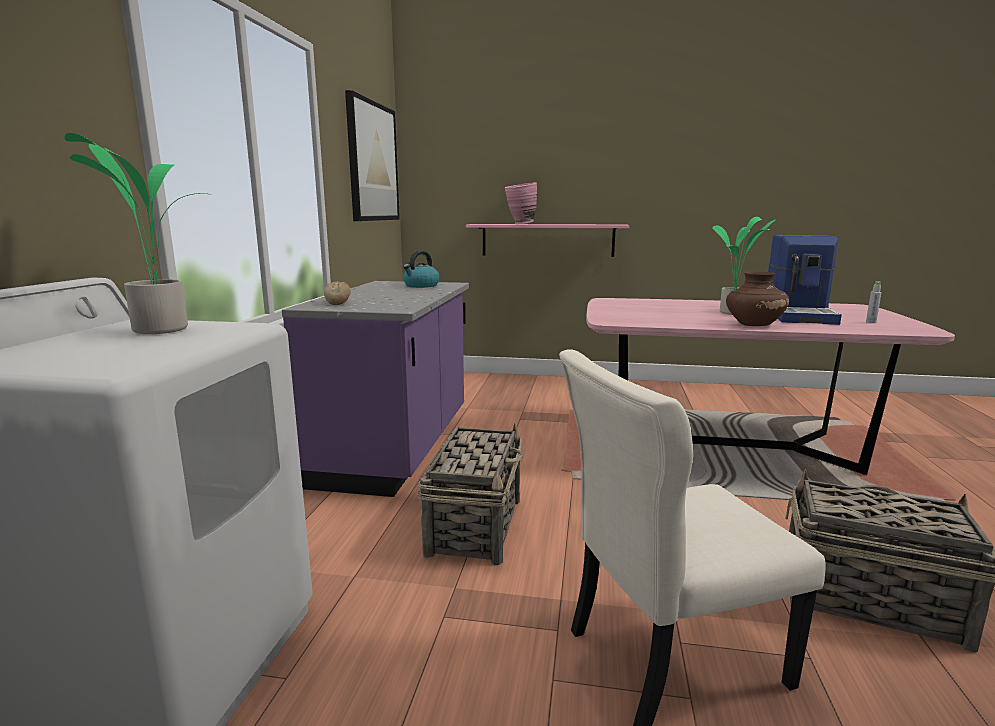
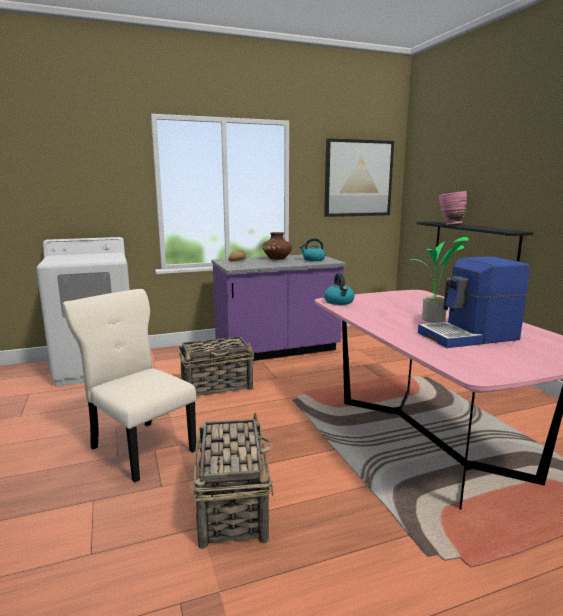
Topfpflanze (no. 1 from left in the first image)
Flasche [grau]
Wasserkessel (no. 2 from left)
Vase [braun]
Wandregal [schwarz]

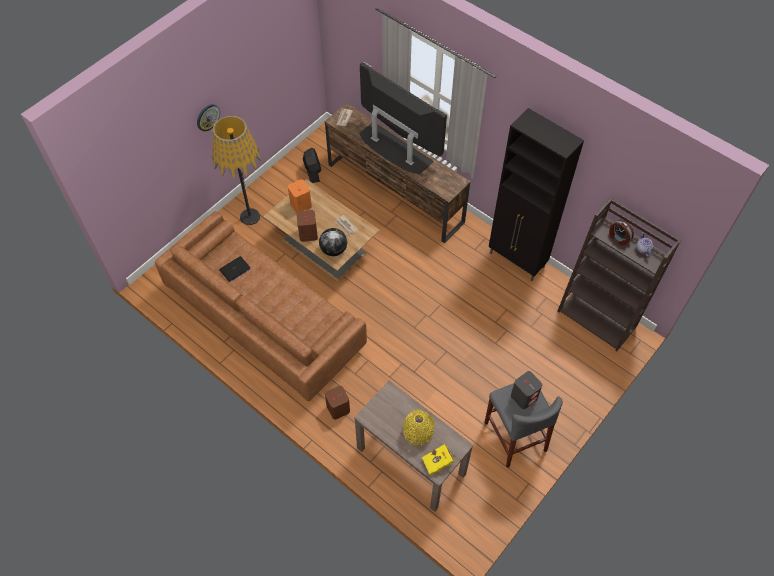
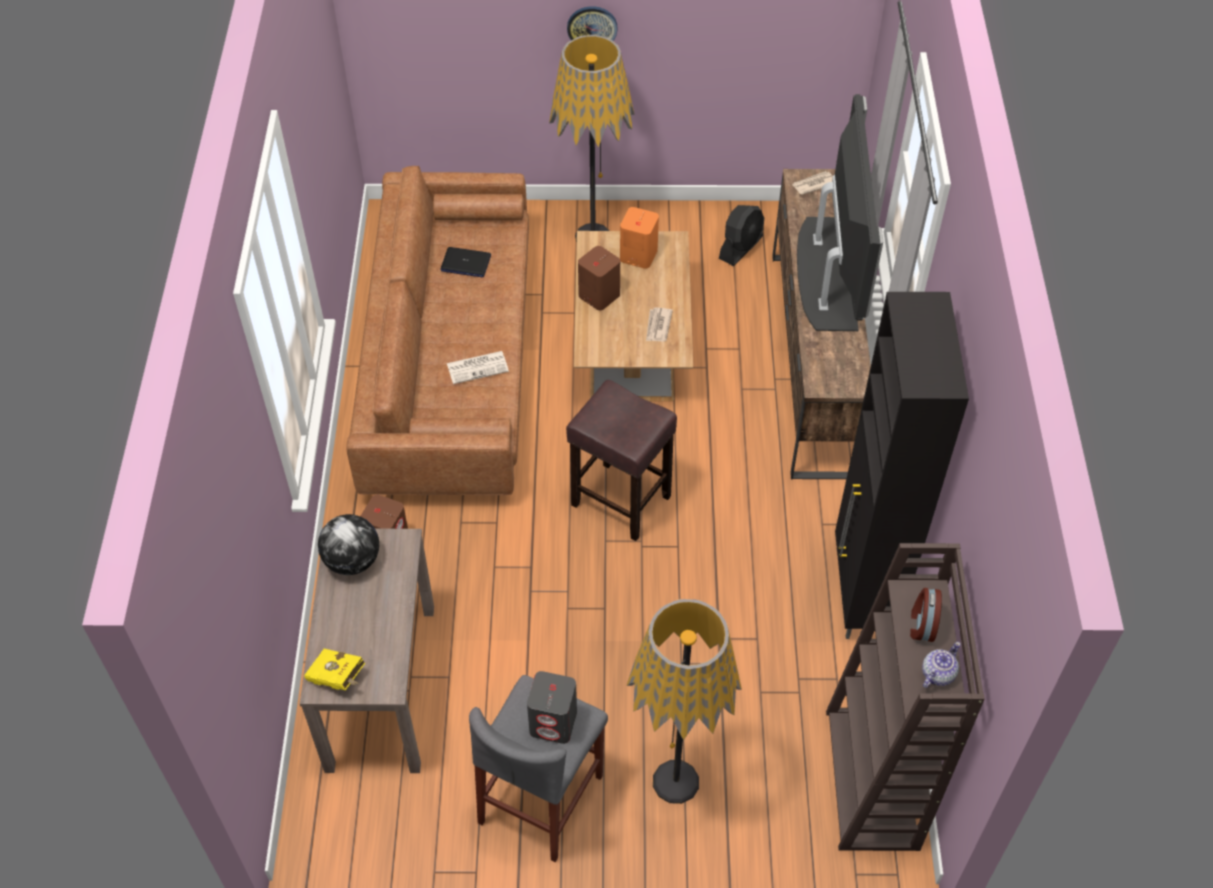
Vase [gelb]
Zeitung (no. 1 from left)
Hocker [braun]
Stehlampe (no. 2 from left)
Globus

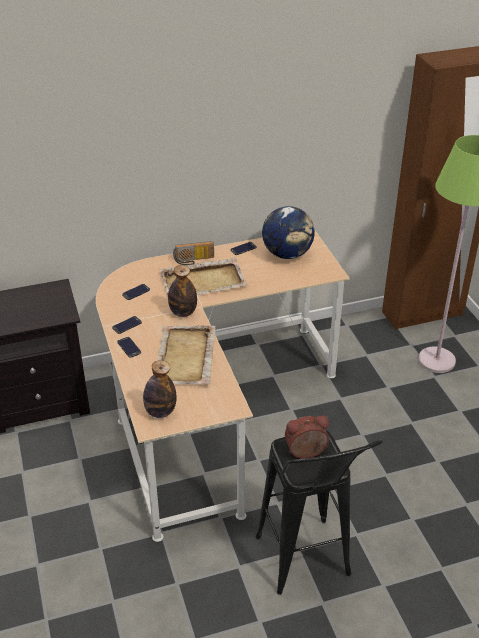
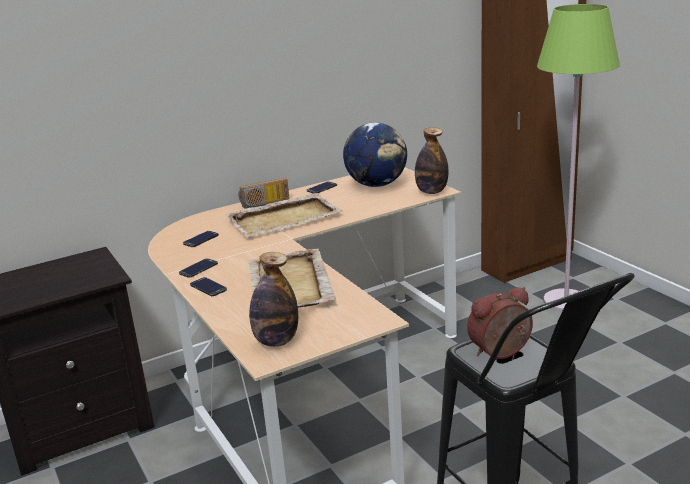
Flasche (no. 2 from left)

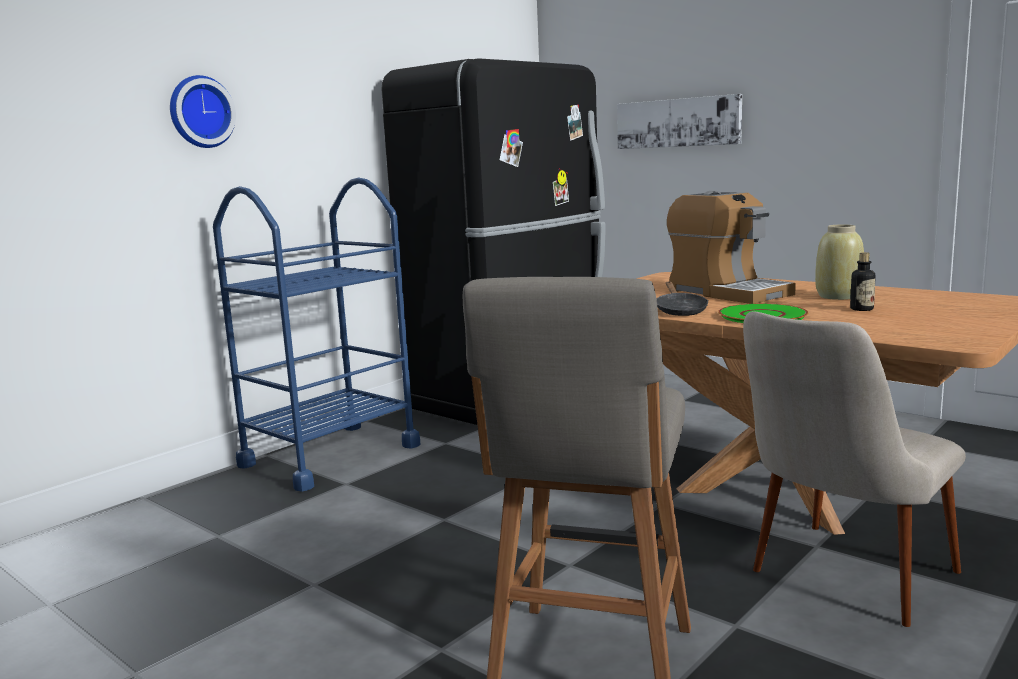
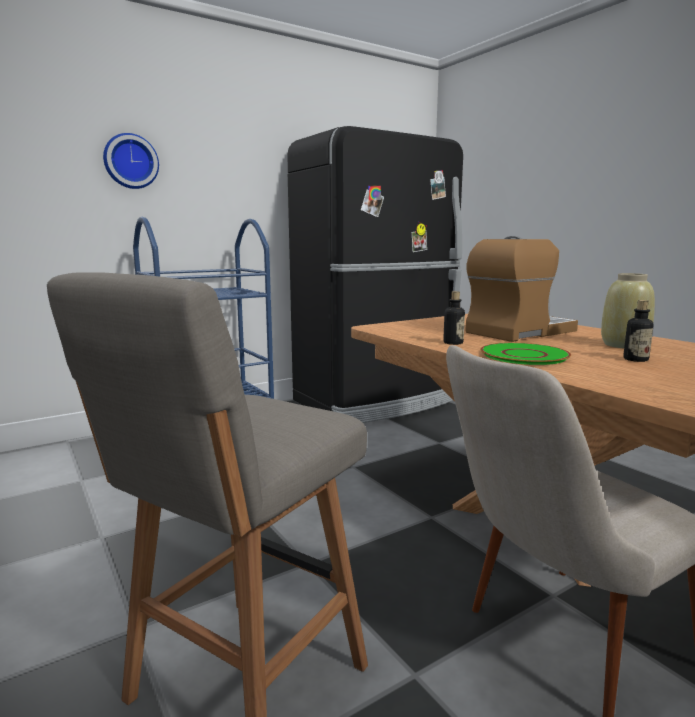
Bild
Flasche (no. 1 from left)
Kaffeemaschine

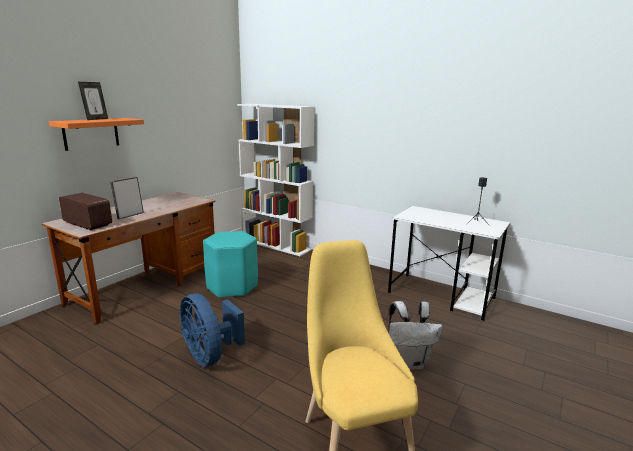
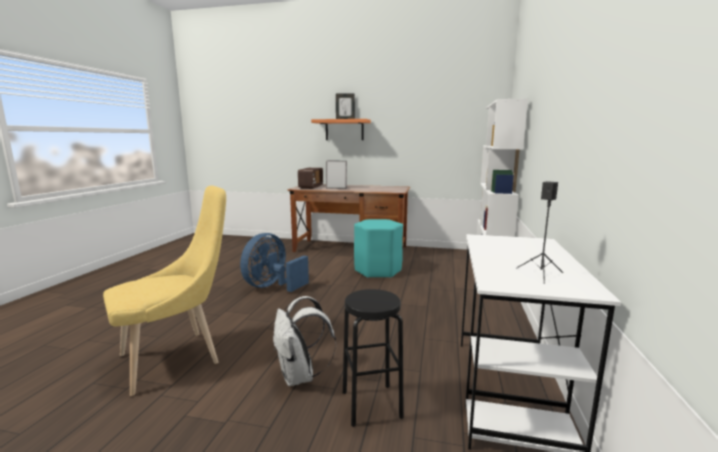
Hocker [schwarz]

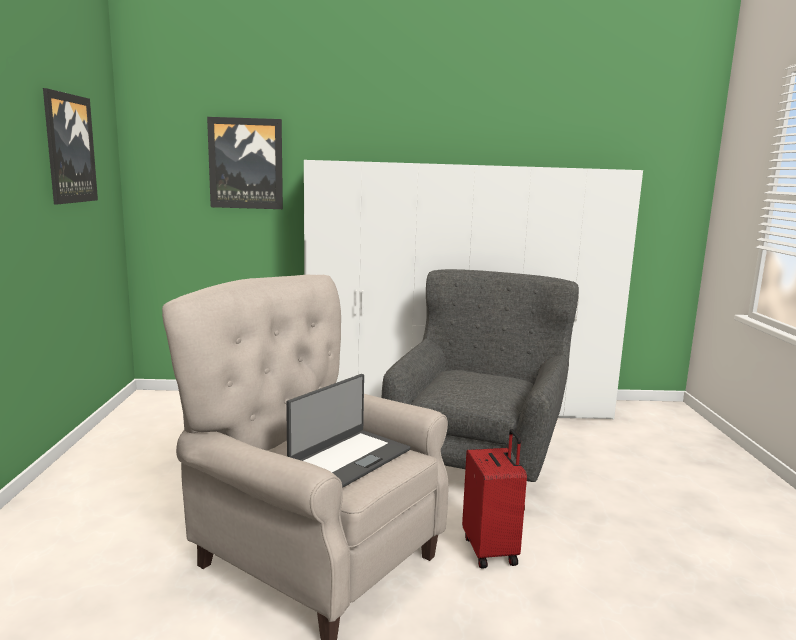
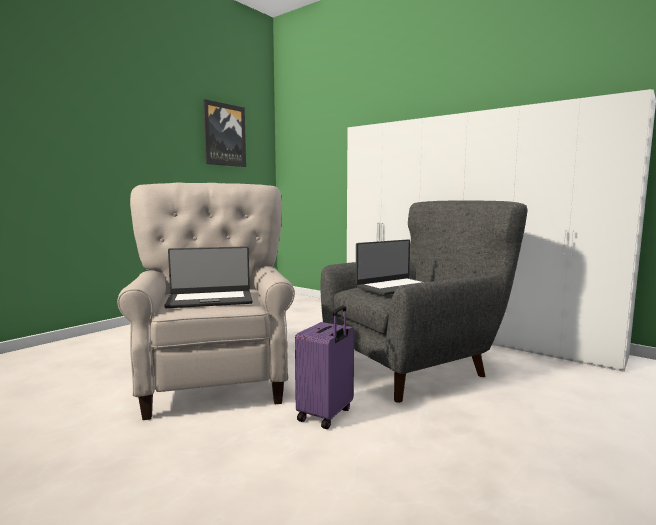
Bild (no. 2 from left in the first image)
Laptop (no. 2 from left)
Koffer [lila]

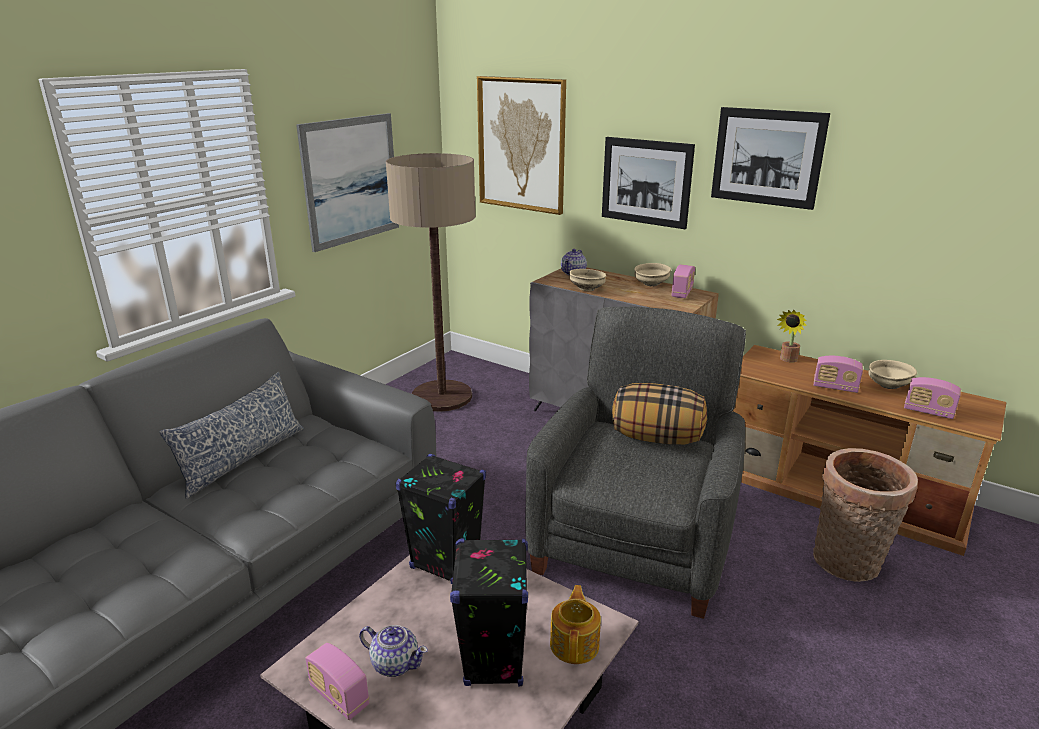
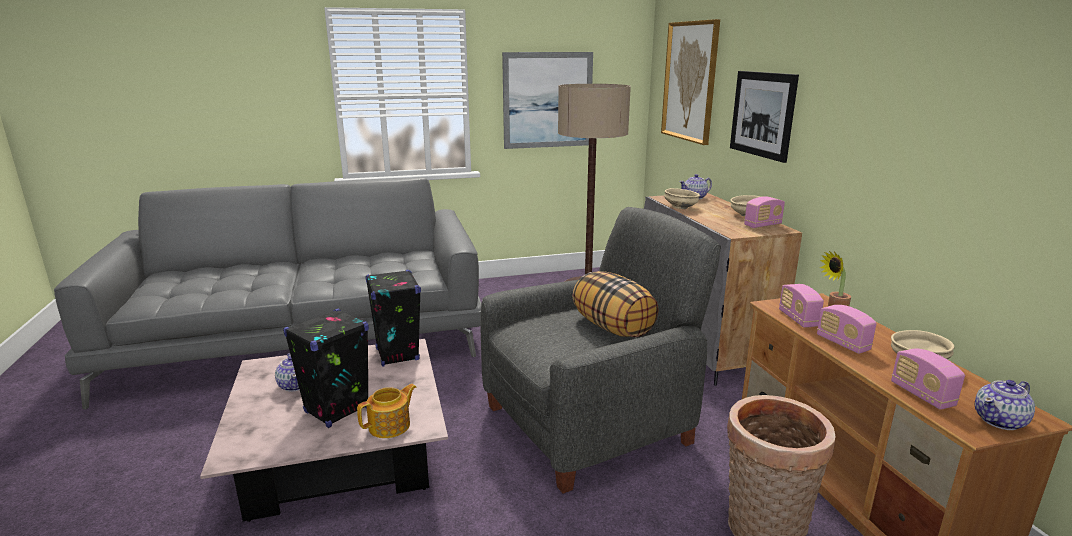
Kissen (no. 1 from left in the first image)
Bild (no. 4 from left in the first image)
Teekanne (no. 4 from left)
Radio (no. 2 from left)

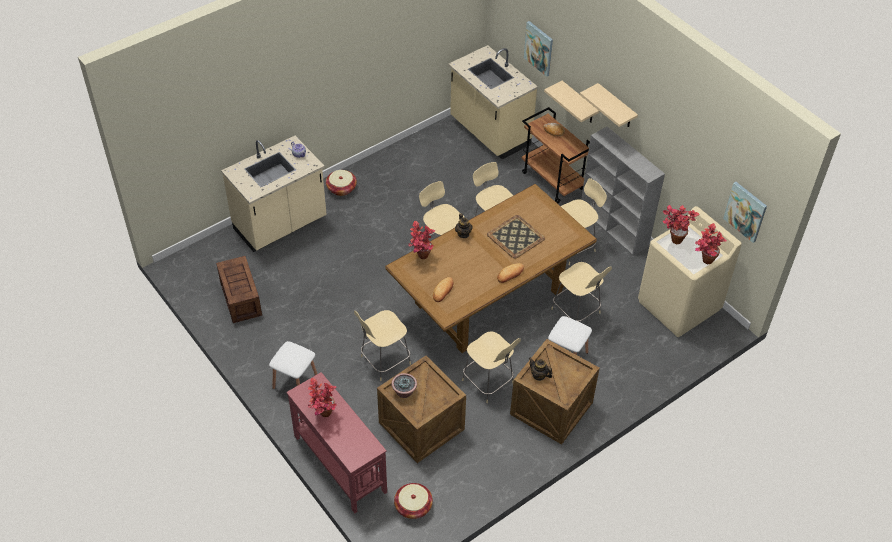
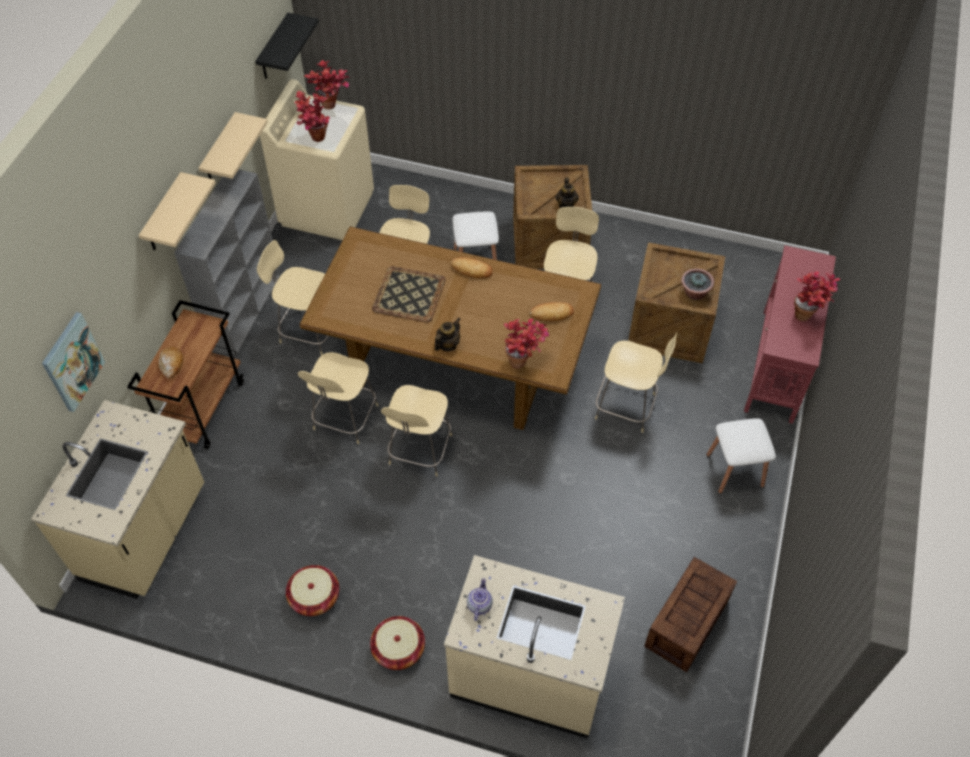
Korb (no. 1 from left)
Wandregal [beige] (no. 2 from left)
Wandregal [schwarz]

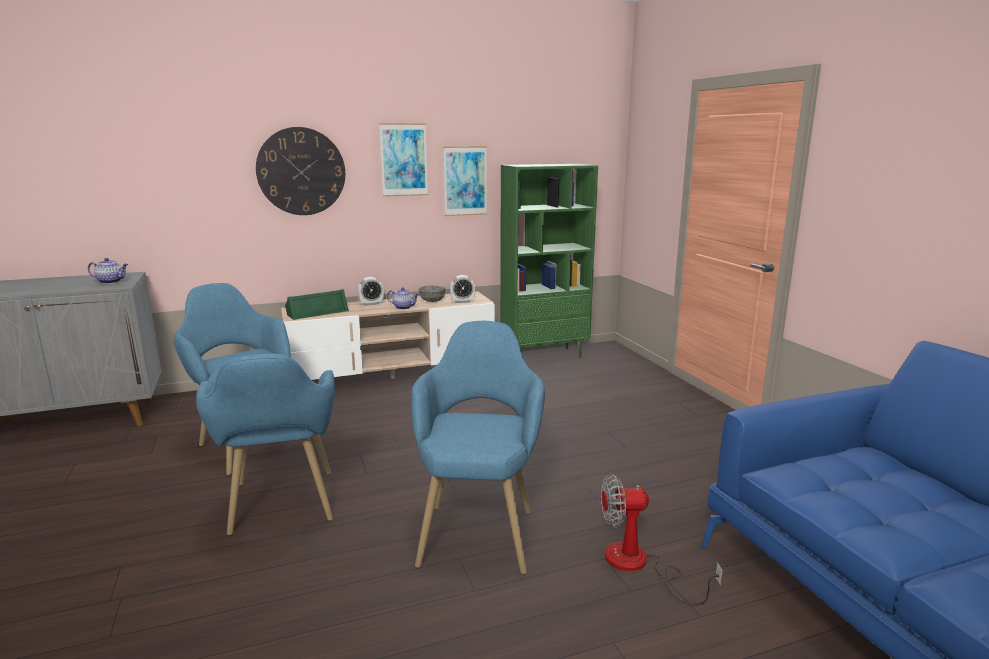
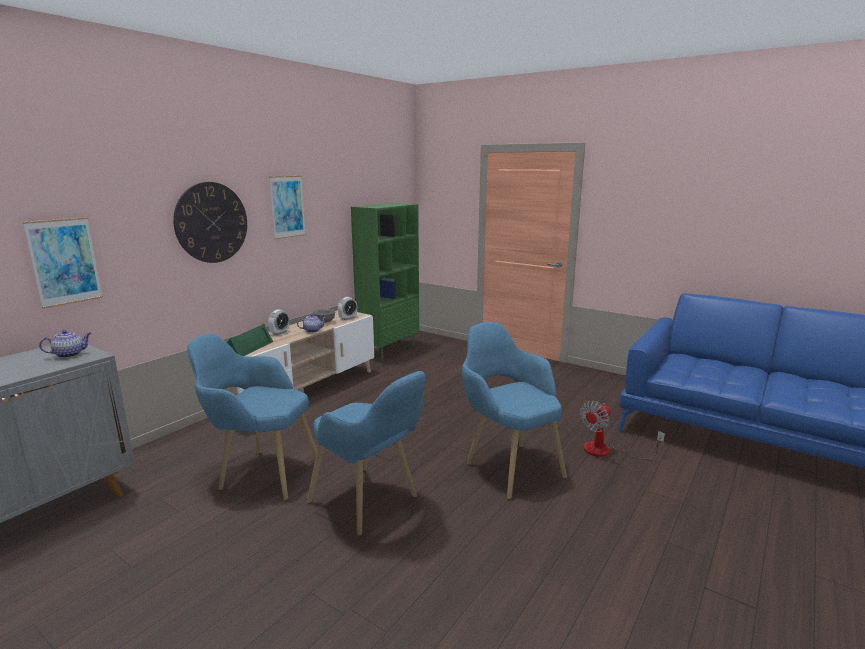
Bild (no. 1 from left)

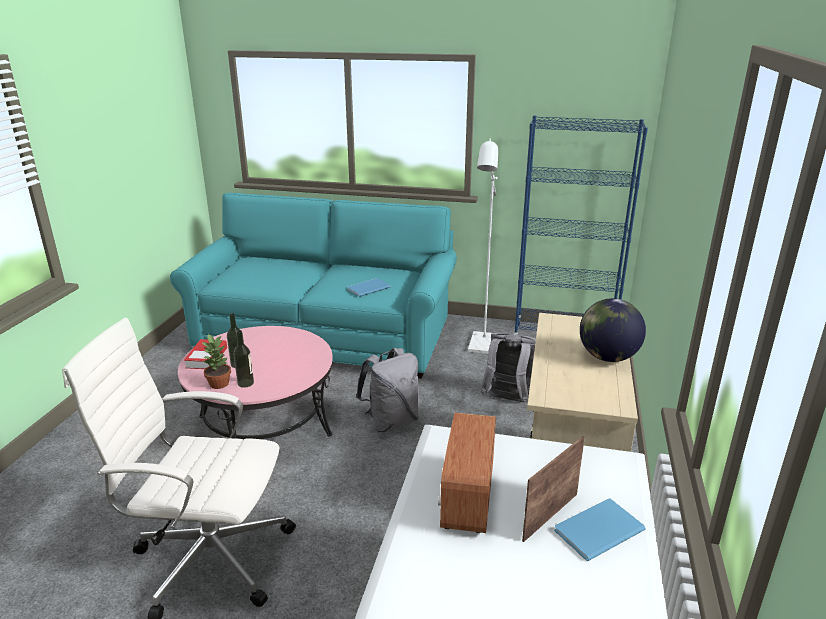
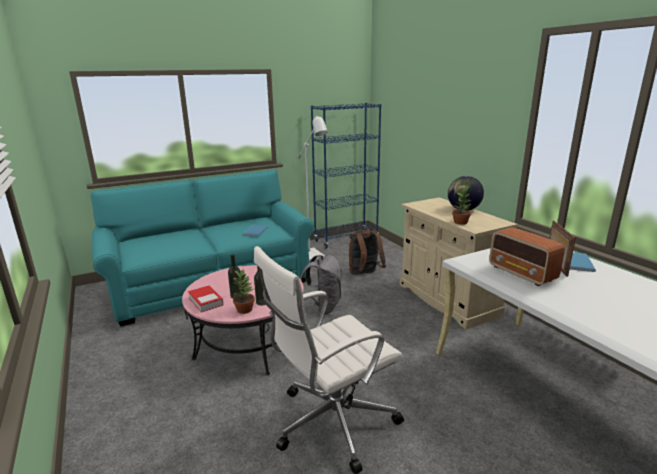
Topfpflanze (no. 2 from left)
Rucksack [braun]

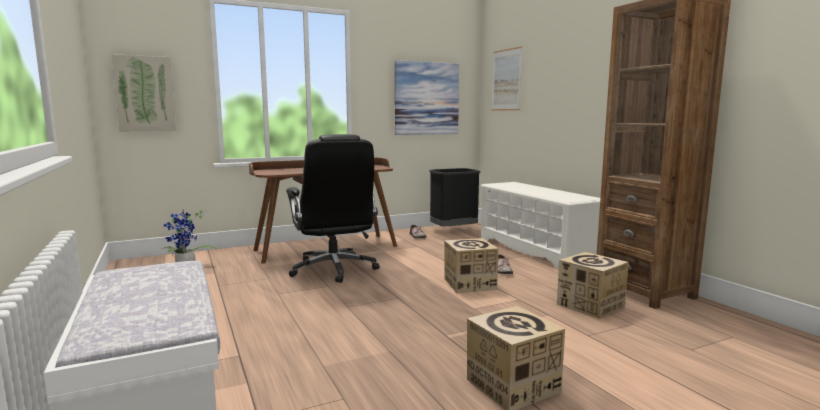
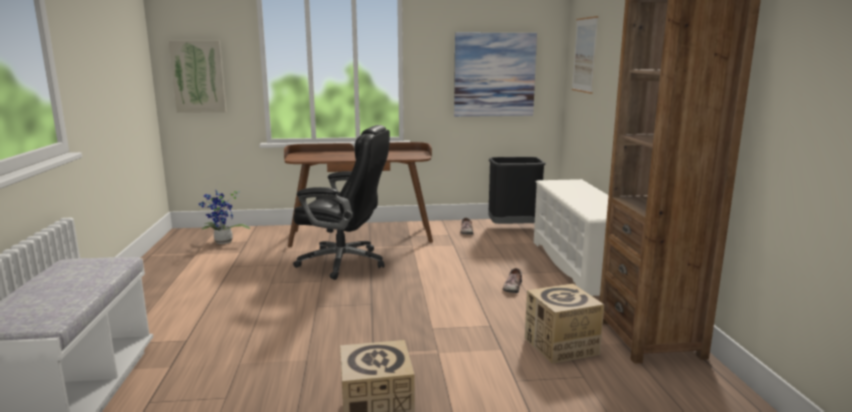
Karton (no. 1 from left in the first image)
Bürostuhl [schwarz]

